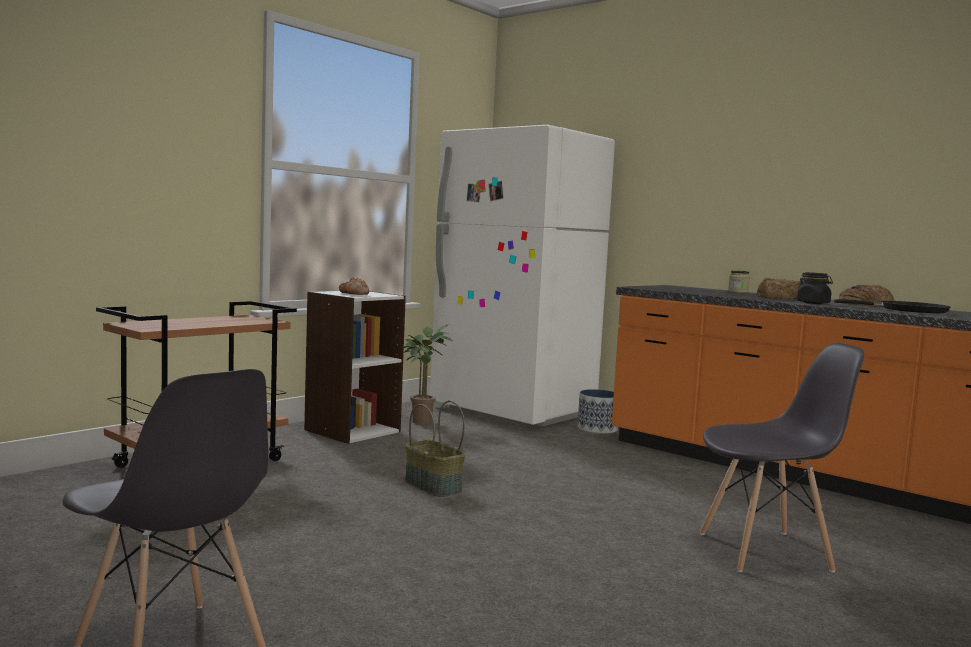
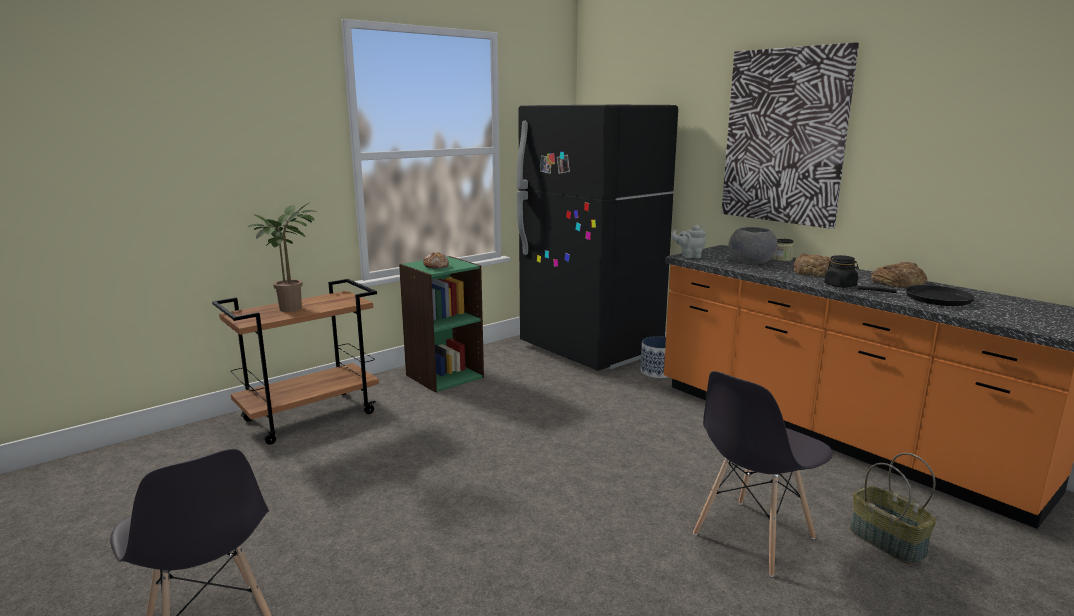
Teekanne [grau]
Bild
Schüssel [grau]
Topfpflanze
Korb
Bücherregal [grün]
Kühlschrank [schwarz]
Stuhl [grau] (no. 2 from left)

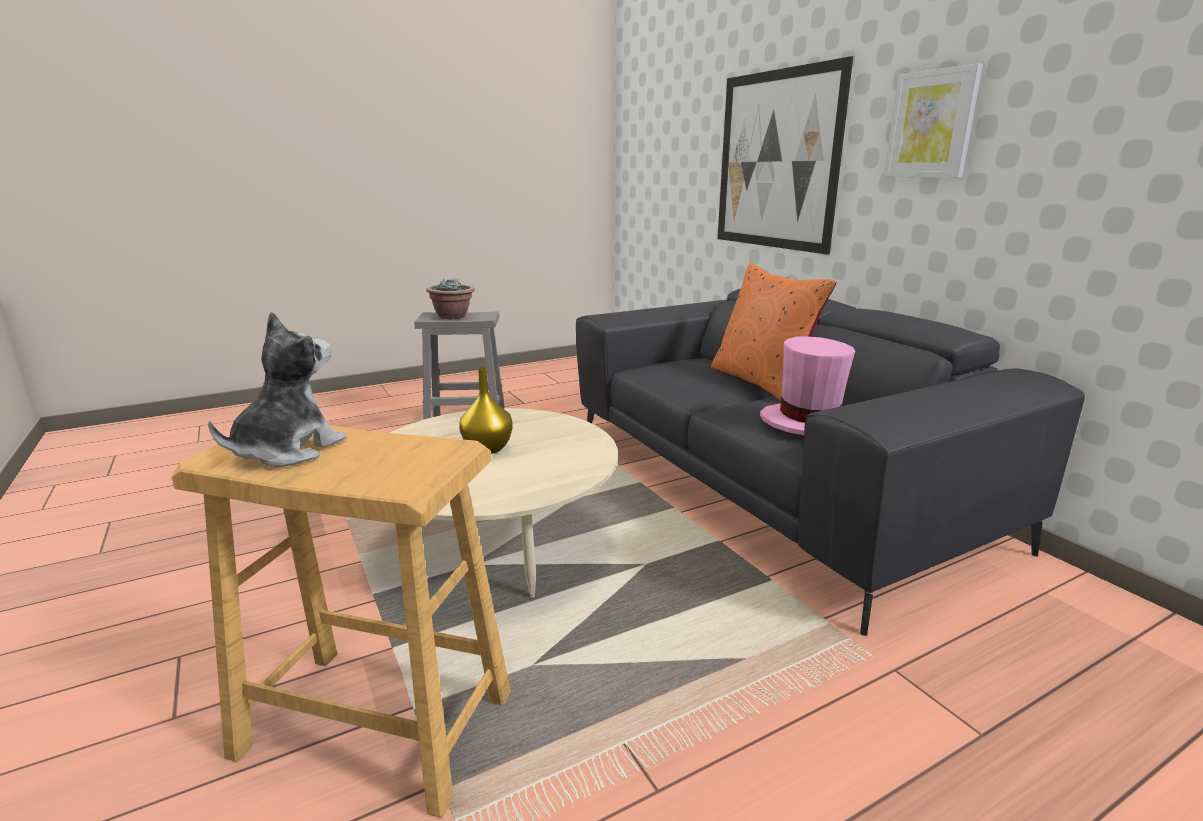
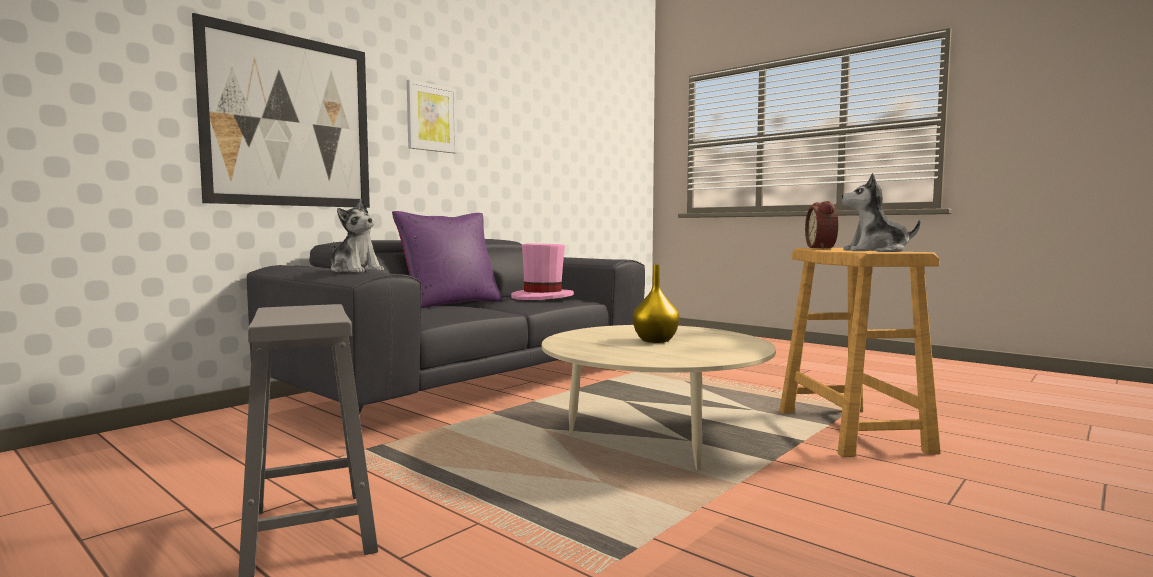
Topfpflanze
Plüschtier (no. 1 from left)
Wecker
Kissen [lila]

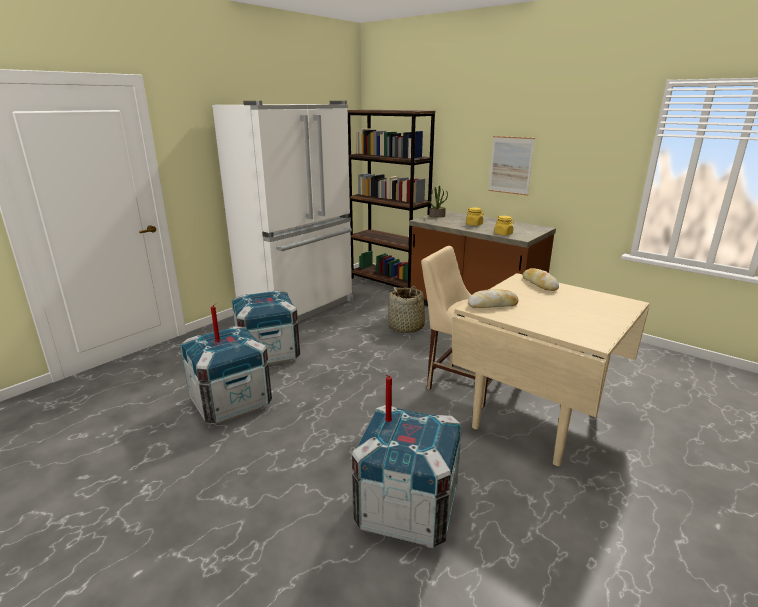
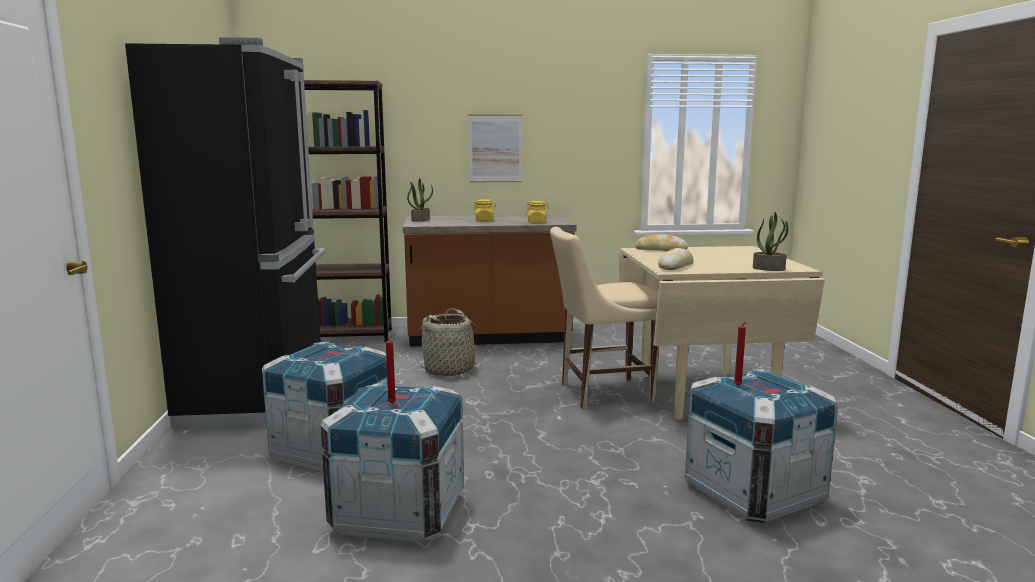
Topfpflanze (no. 2 from left)
Kühlschrank [schwarz]

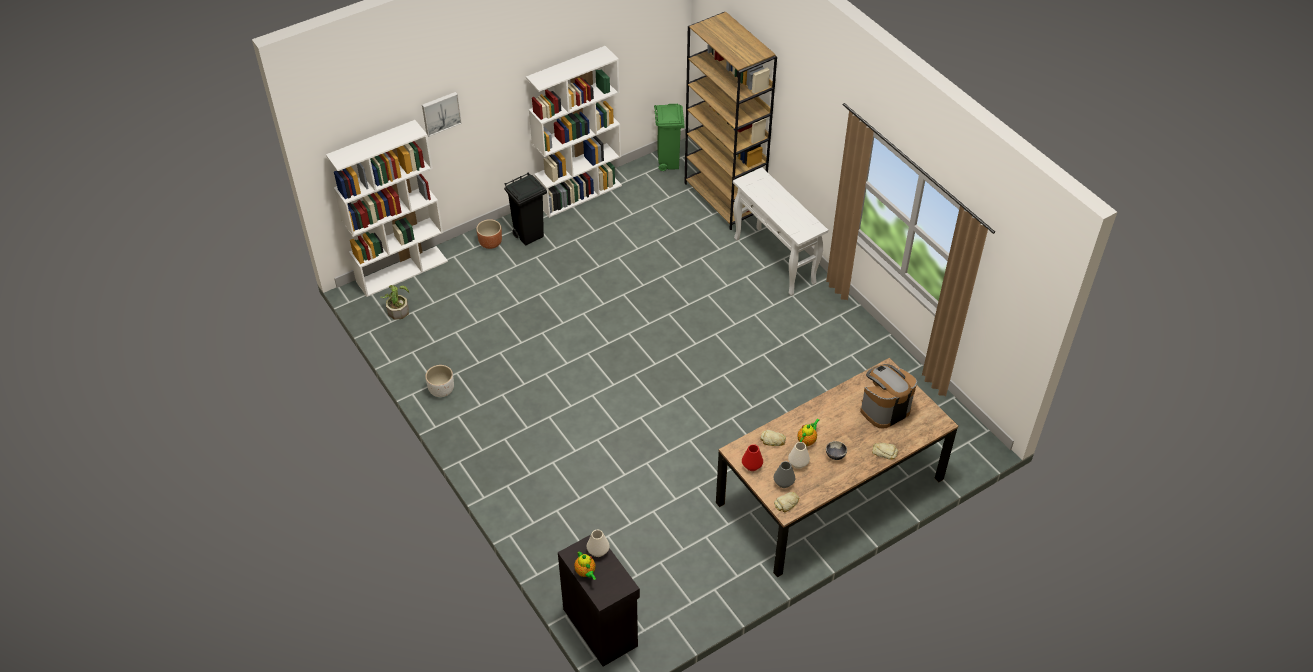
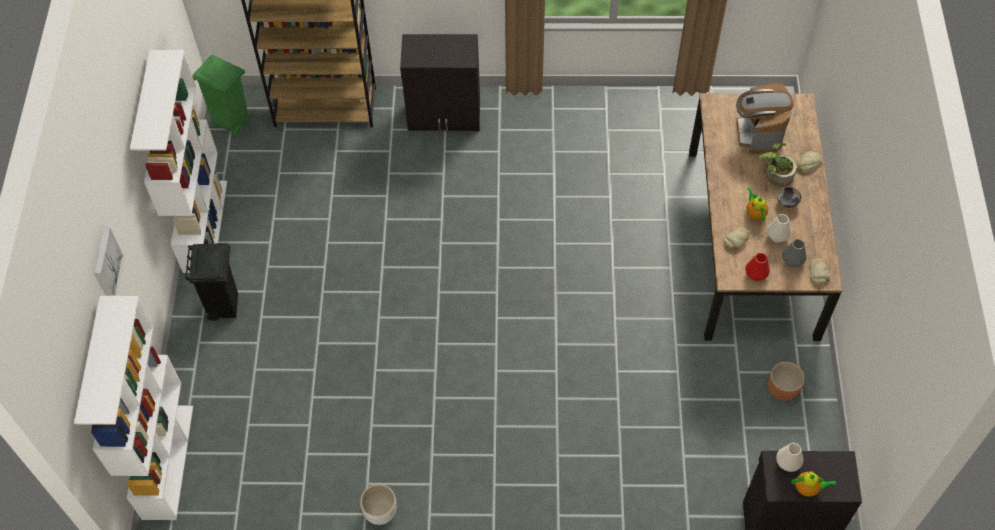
Topfpflanze
Pflanzkübel [braun]
Schrank [schwarz] (no. 1 from left)

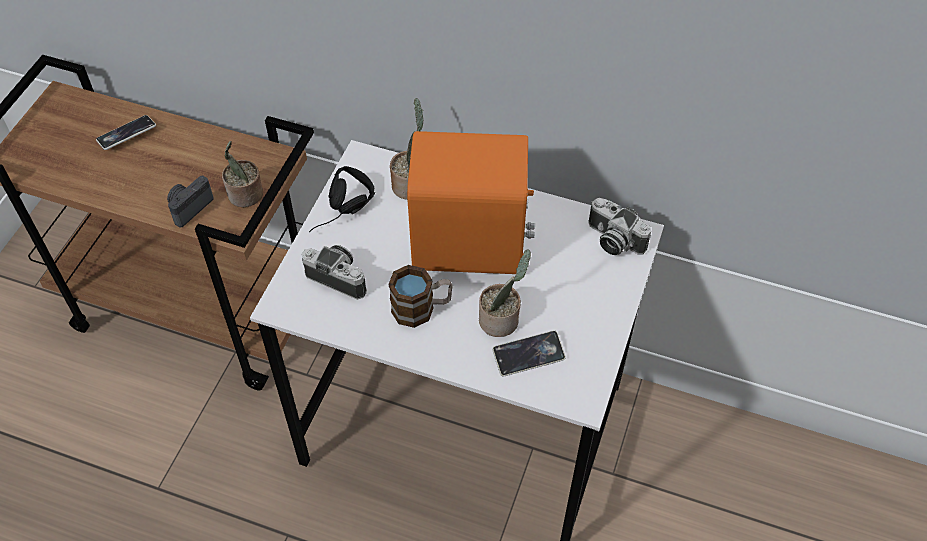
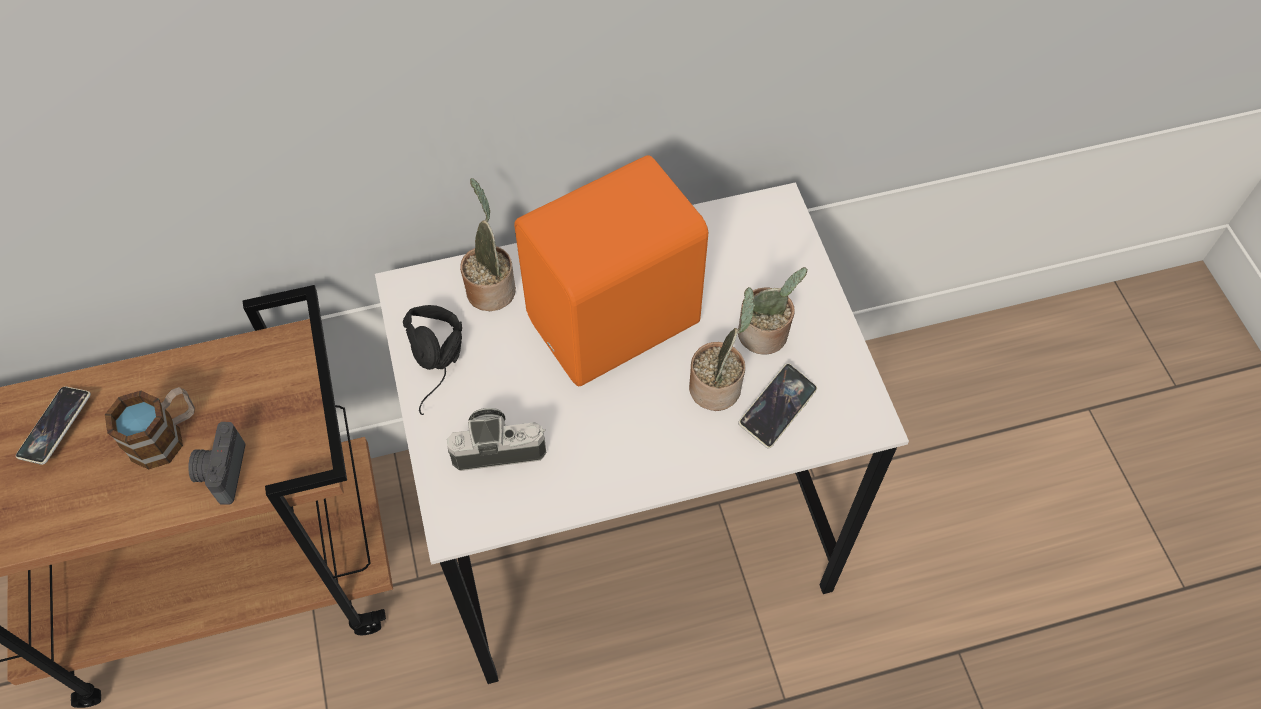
Kamera (no. 3 from left in the first image)
Topfpflanze (no. 3 from left)
Henkelbecher

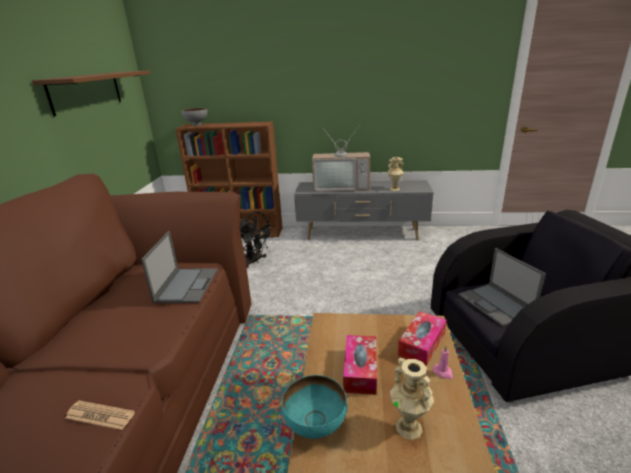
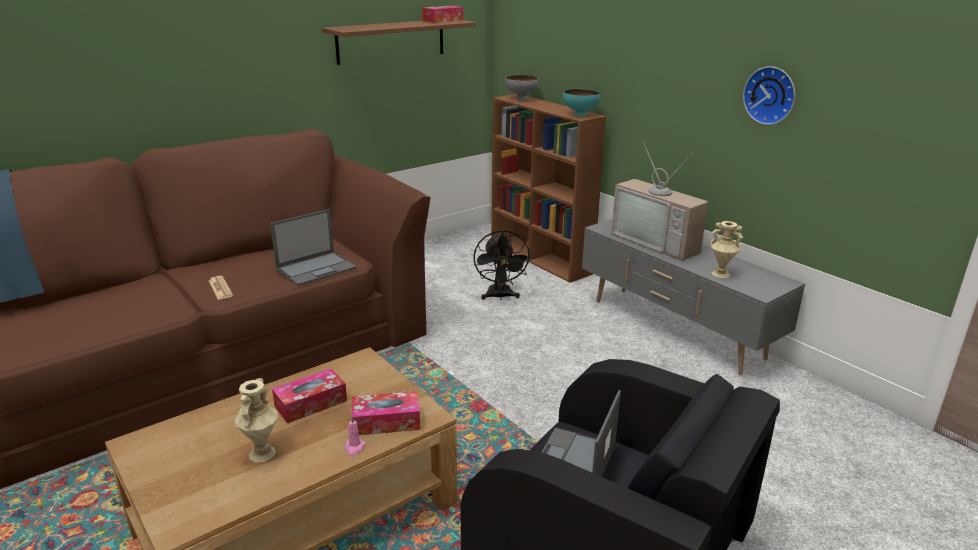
Taschentuchbox (no. 3 from left)
Wanduhr
Zeitung
Schüssel [türkis]

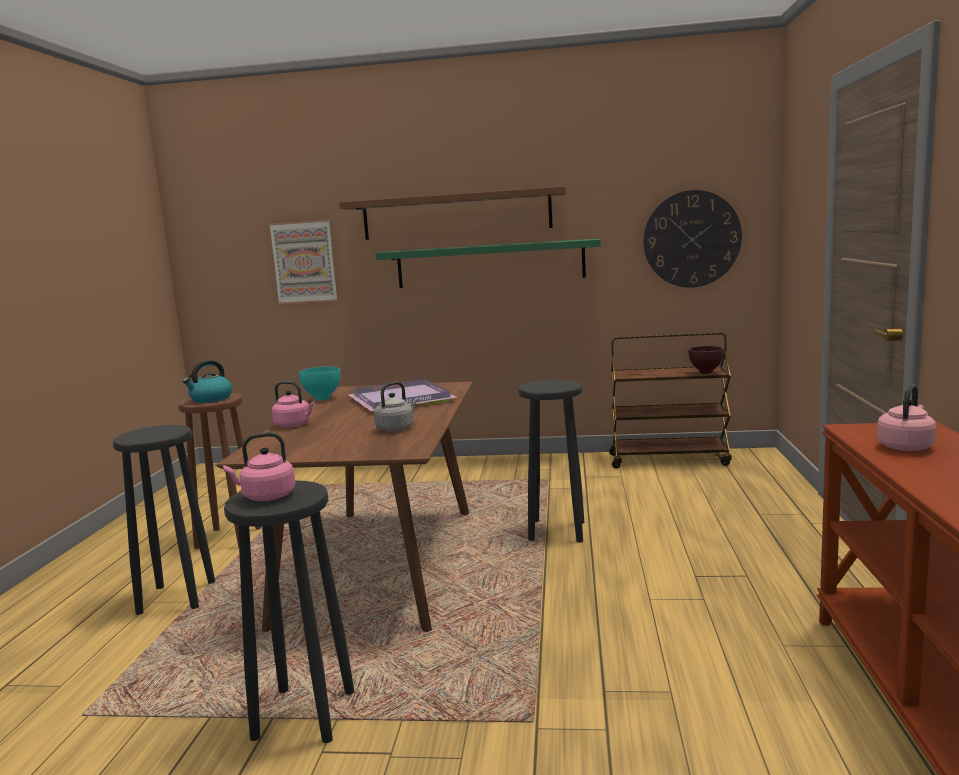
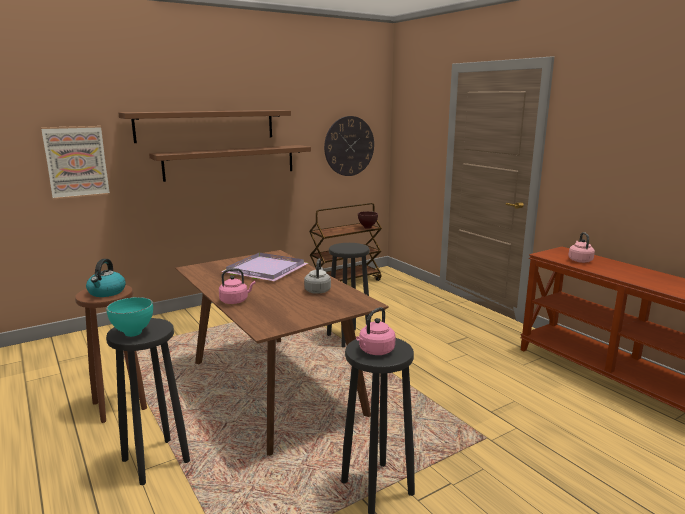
Schüssel [türkis]
Wandregal [braun] (no. 2 from left)

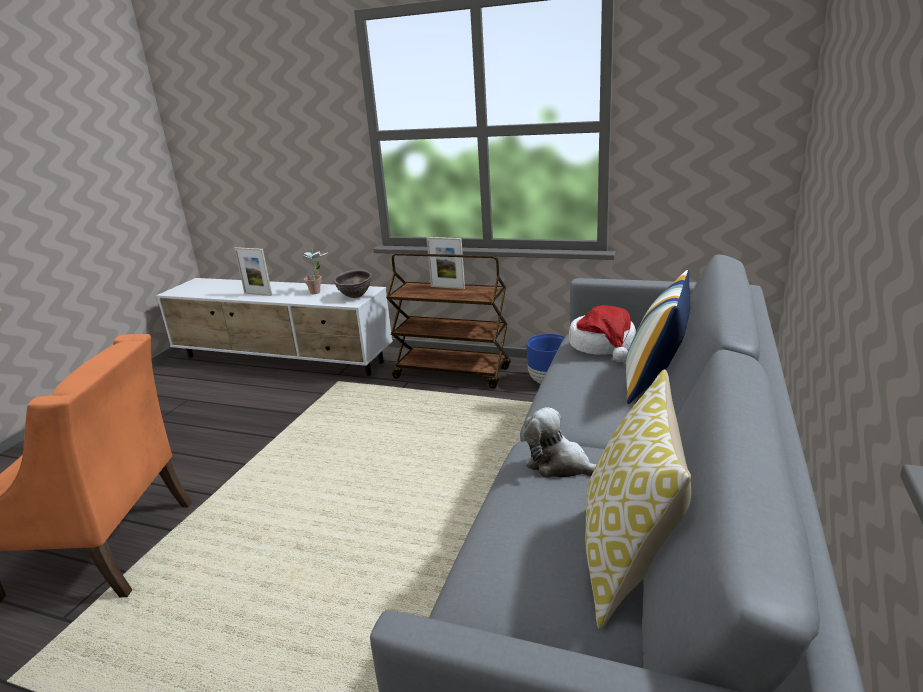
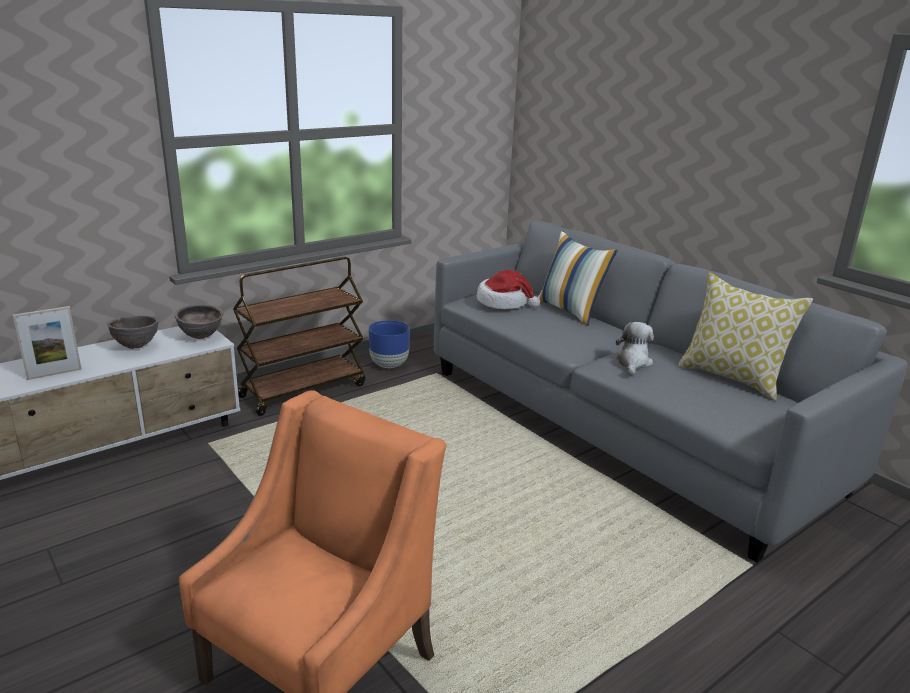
Bilderrahmen (no. 2 from left in the first image)
Schüssel [braun] (no. 1 from left)
Plüschtier

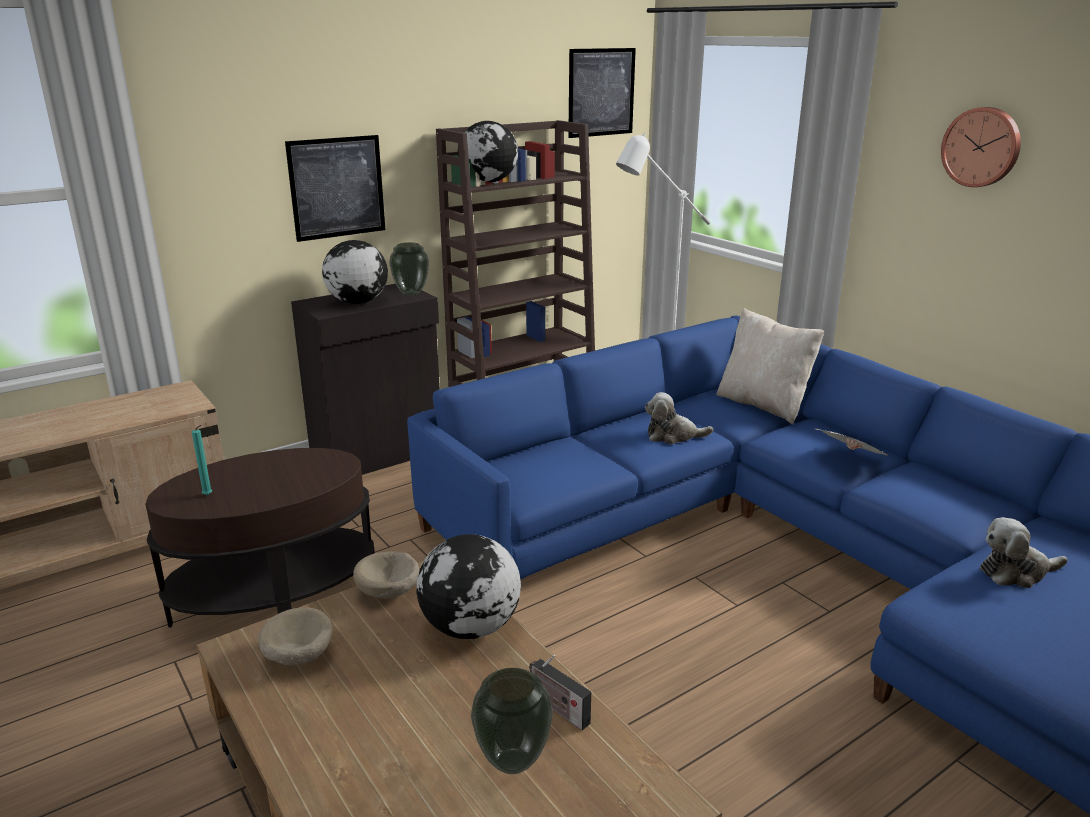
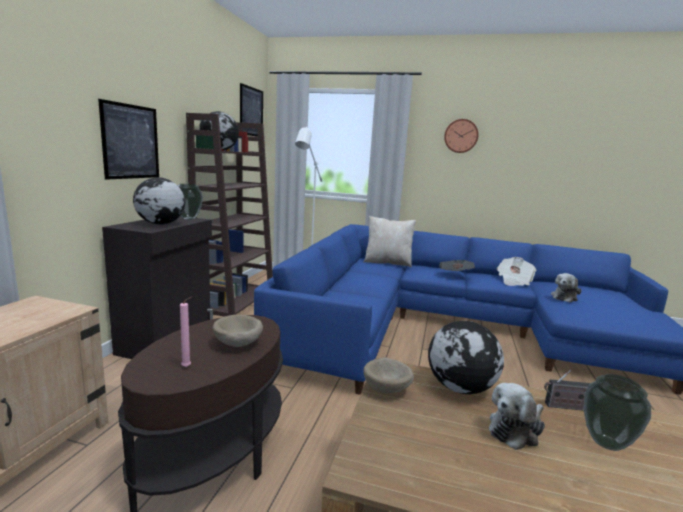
Zeitung (no. 2 from left)
Schüssel [beige] (no. 1 from left)
Plüschtier (no. 1 from left)
Kerze [rosa]

